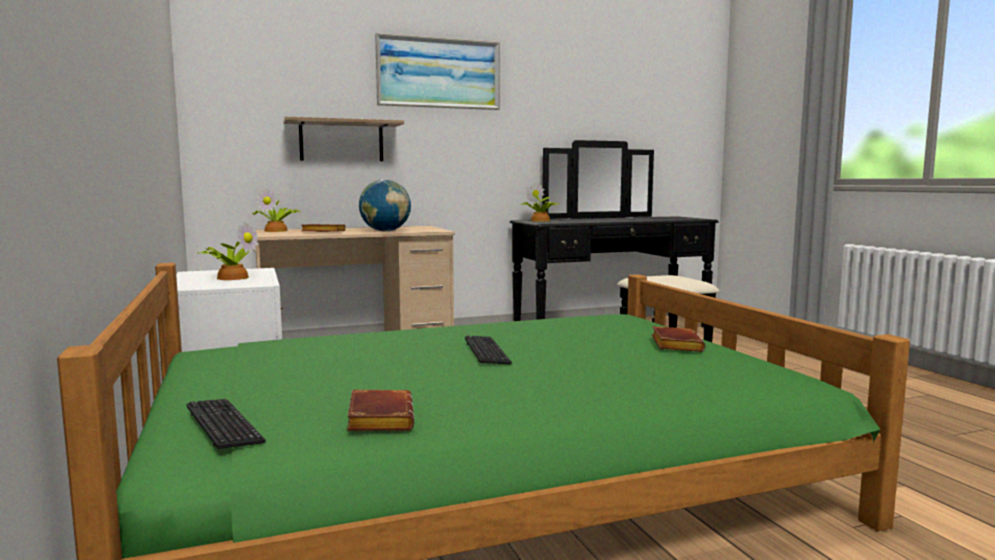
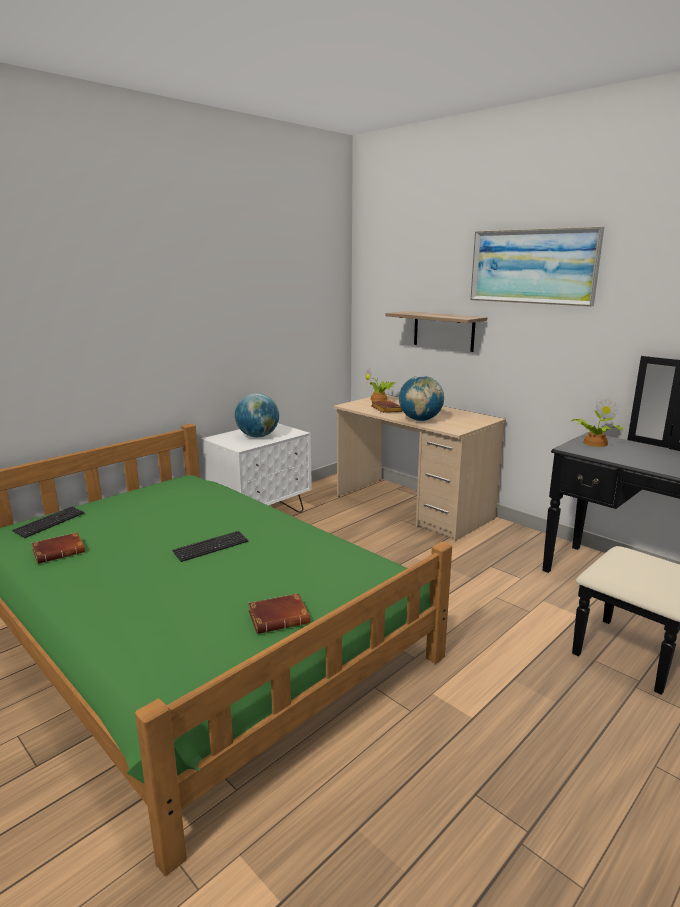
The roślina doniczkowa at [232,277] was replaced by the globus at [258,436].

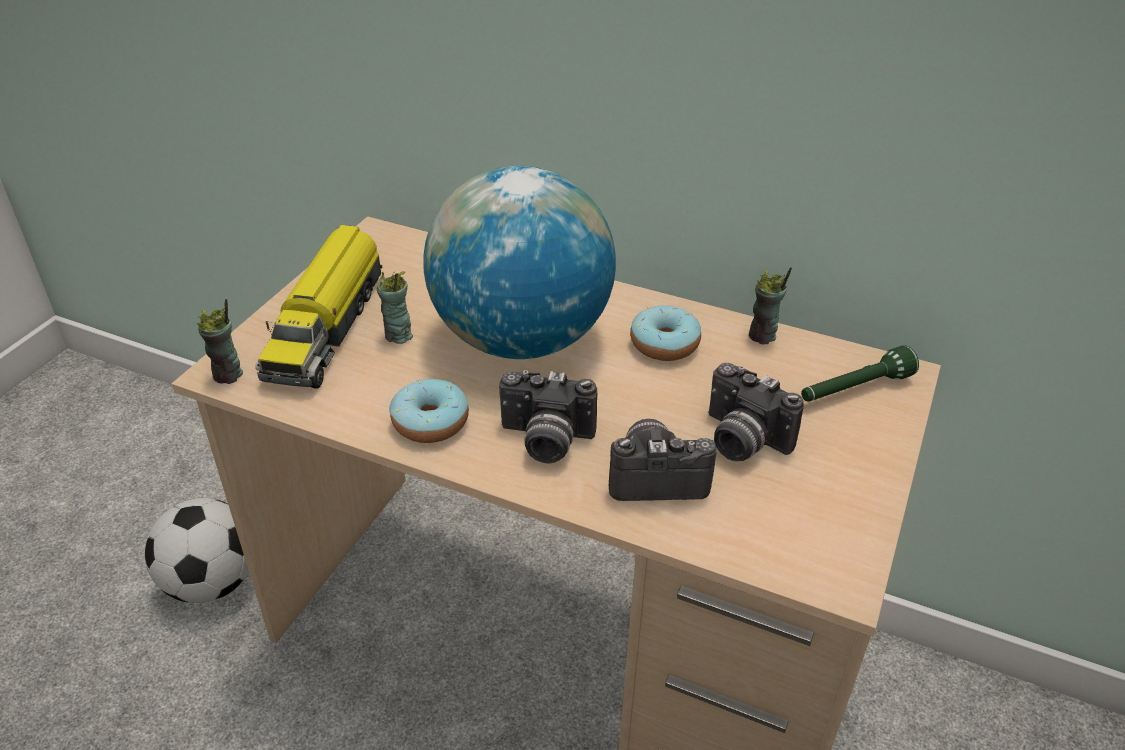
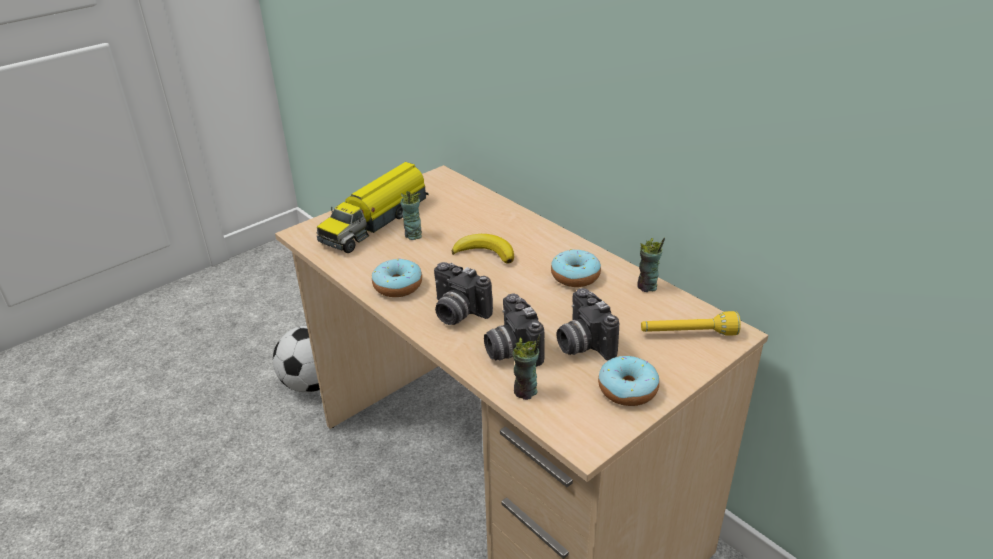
The filiżanka moved from [228,375] to [525,392].
The globus at [521,338] was replaced by the banan at [485,253].
The aparat fotograficzny at [656,476] turned 135 degrees counterclockwise.
The latarka (zielony) at [854,389] became the latarka (żółty) at [687,334].
The donut at [627,389] appeared.

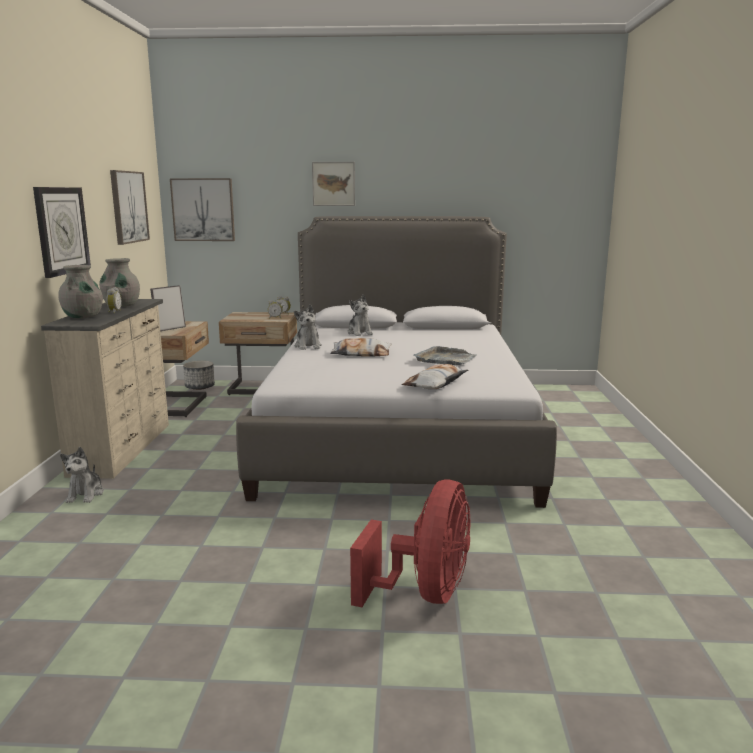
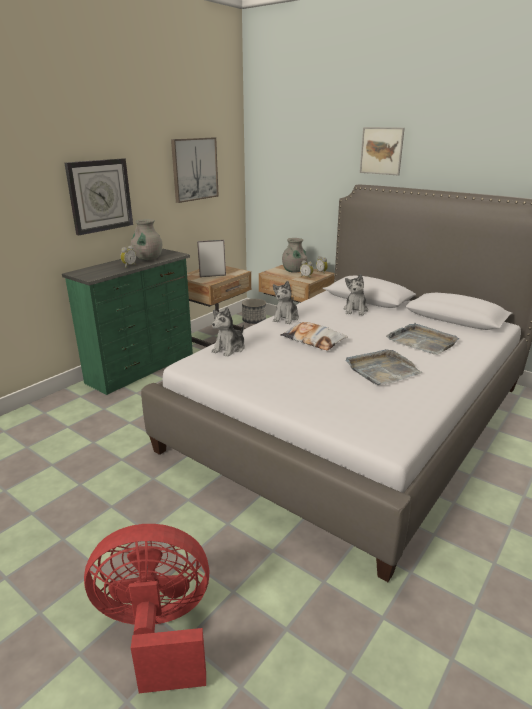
The komoda (beżowy) at [124,448] became the komoda (zielony) at [143,368].
The wazon (szary) moved from [83,317] to [294,271].
The pluszak moved from [86,494] to [229,349].
The obraz at [203,210] disappeared.
The wentylator (czerwony) at [425,593] turned 150 degrees counterclockwise.
The poduszka at [435,383] disappeared.
The taca (szary) at [422,341] appeared.

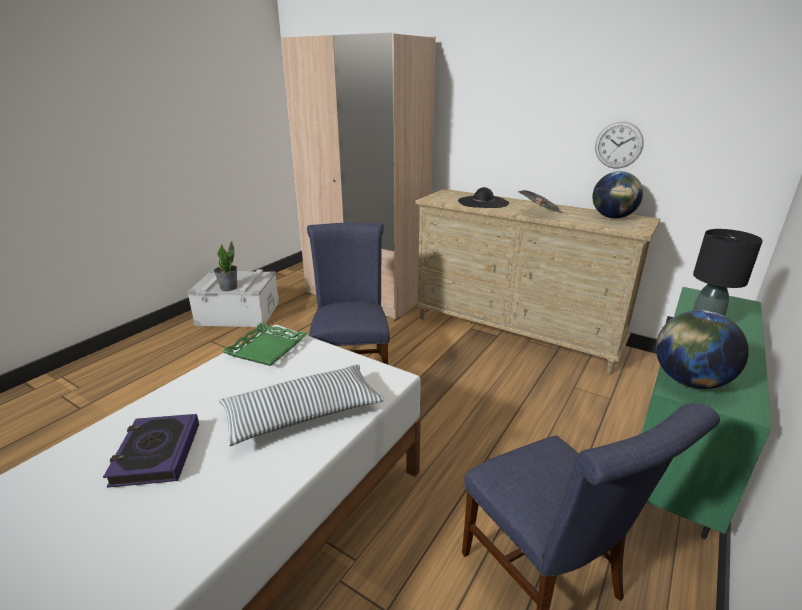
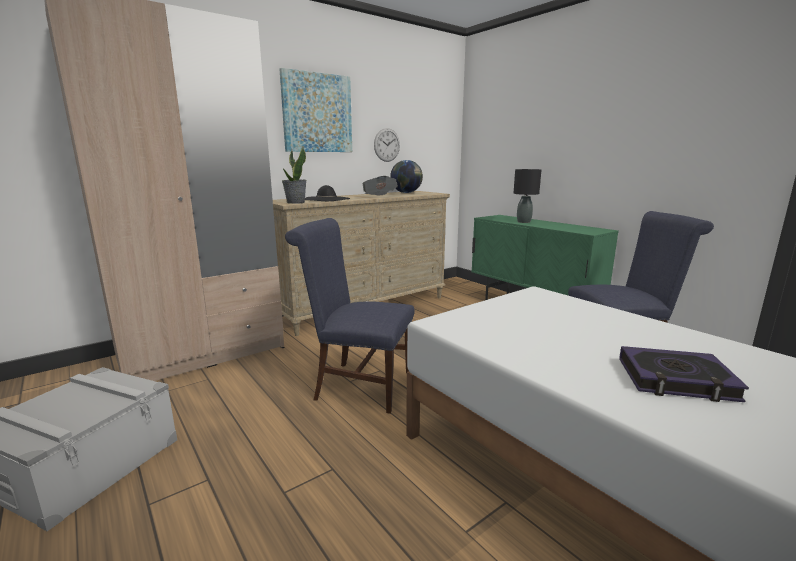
The roślina doniczkowa moved from [228,287] to [295,202].
The poduszka at [302,414] disappeared.
The taca (zielony) at [266,349] disappeared.
The globus at [689,381] disappeared.
The obraz at [317,113] appeared.

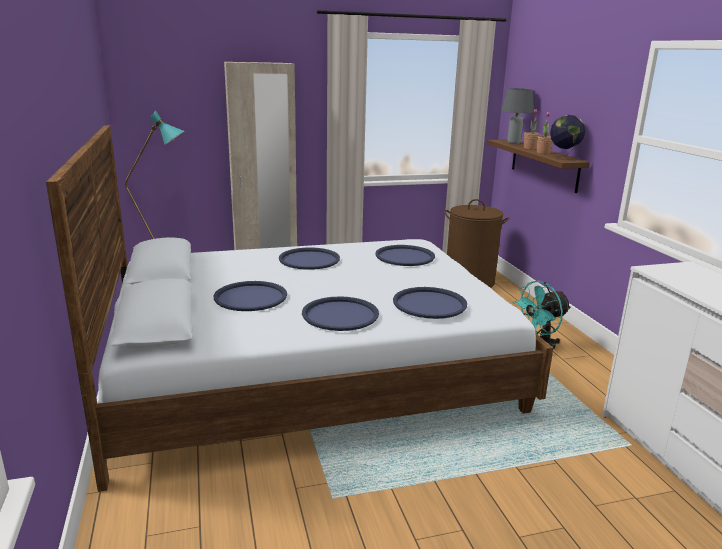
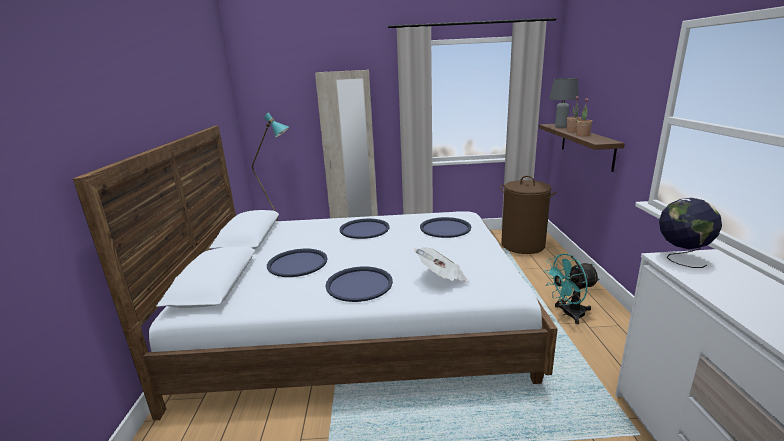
The taca (niebieski) at [429,304] was replaced by the gazeta at [442,277].
The globus moved from [563,158] to [680,259].

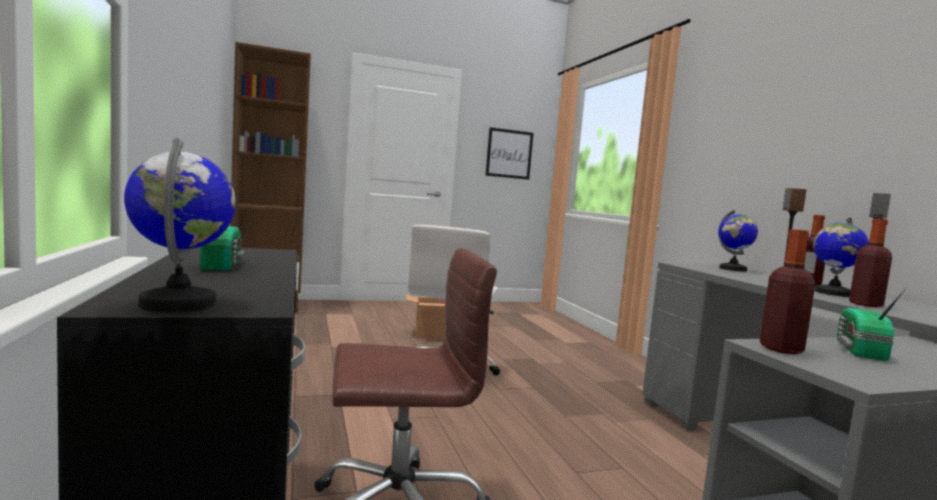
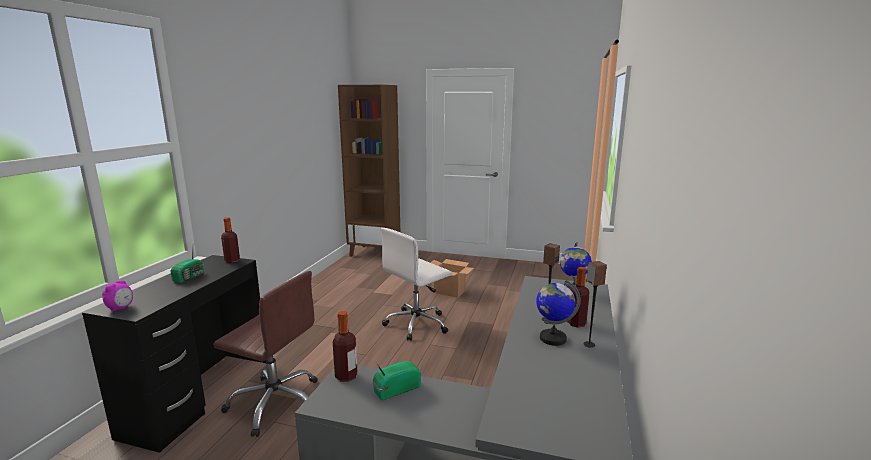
The globus at [179,303] was replaced by the budzik at [120,308].
The obraz at [509,154] disappeared.
The butelka moved from [865,304] to [232,261].

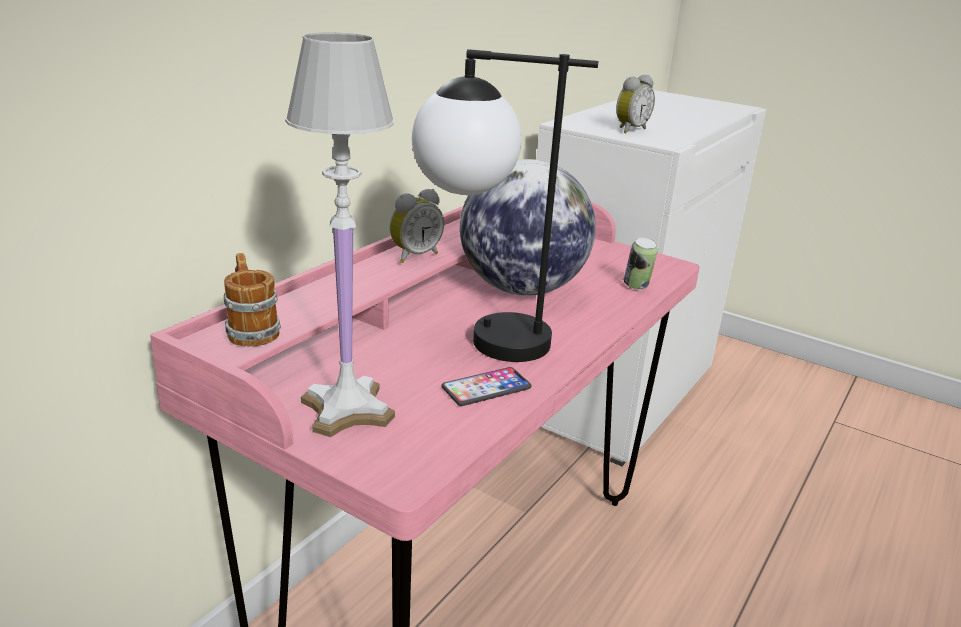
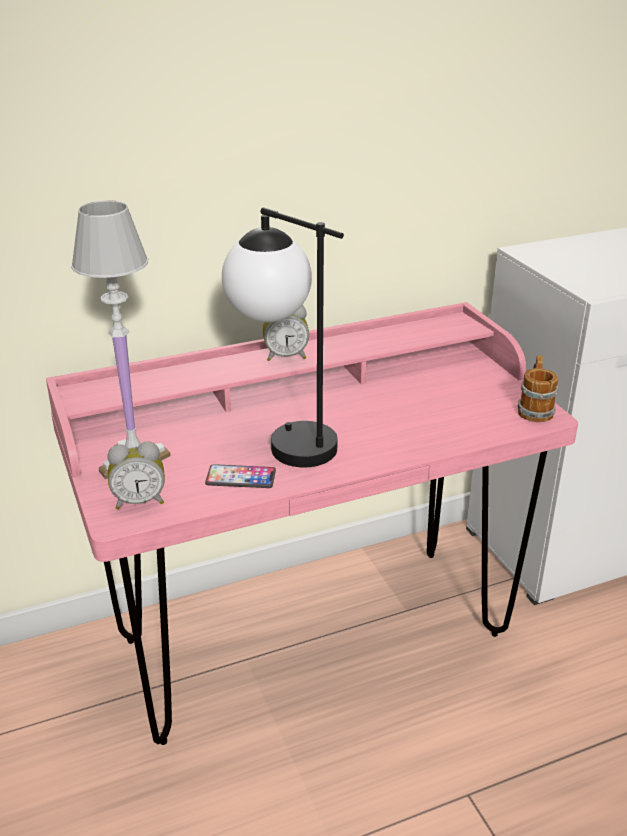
The kubek moved from [251,329] to [534,409].
The globus at [521,289] disappeared.
The budzik moved from [629,130] to [139,501].
The puszka at [636,287] disappeared.

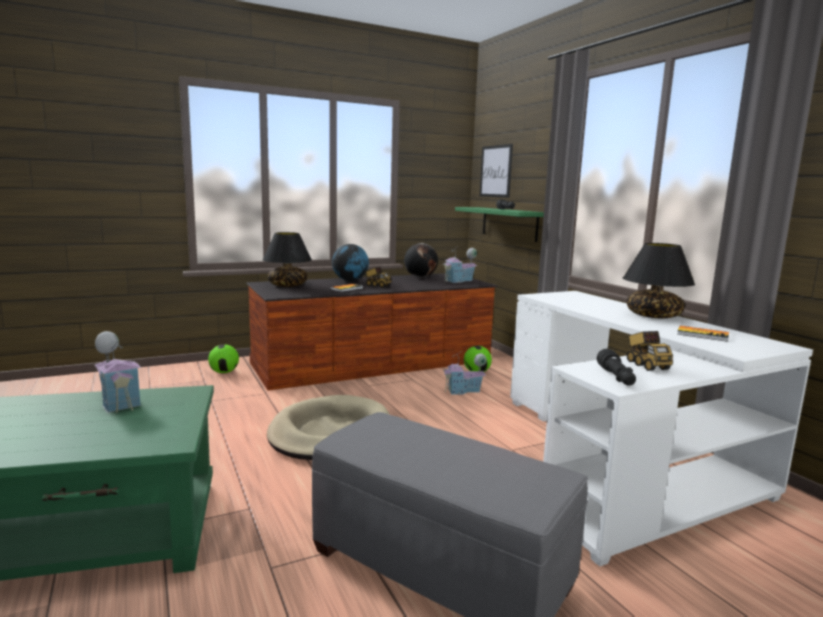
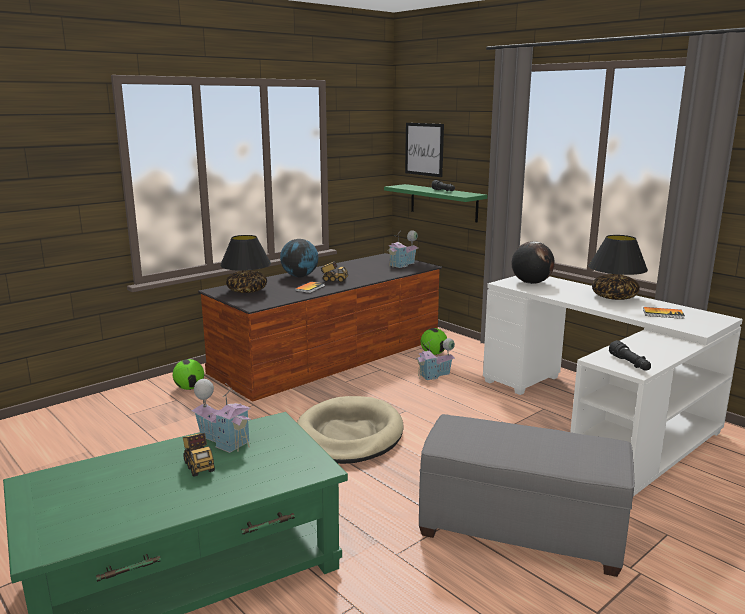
The globus moved from [420,277] to [531,283].
The ciężarówka zabawkowa moved from [646,365] to [198,466].

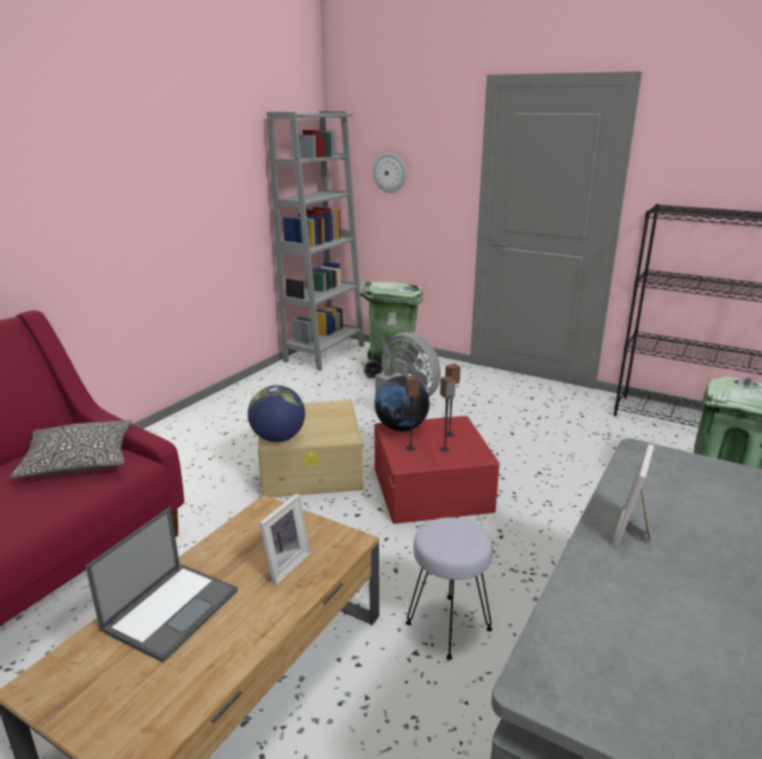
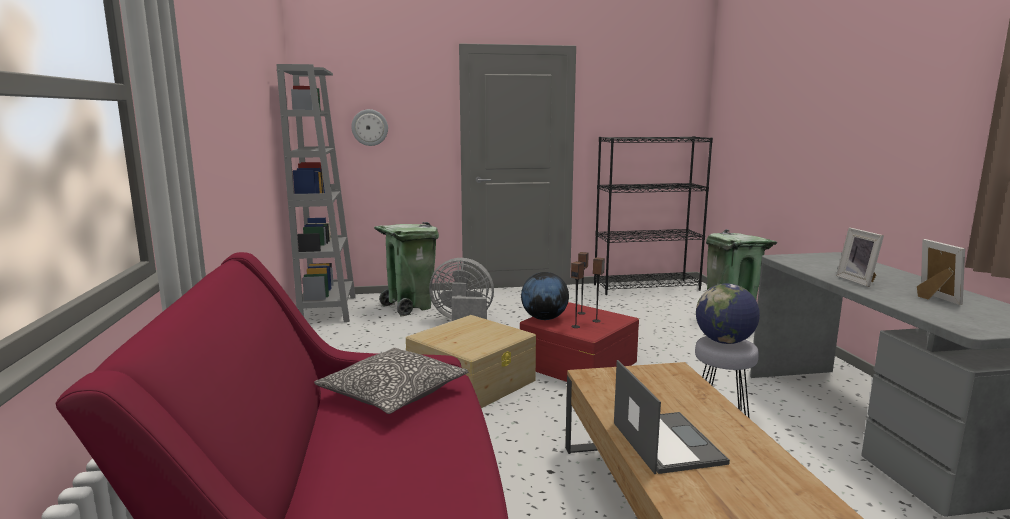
The globus moved from [278,438] to [724,342].
The ramka na zdjęcie moved from [284,564] to [933,298].

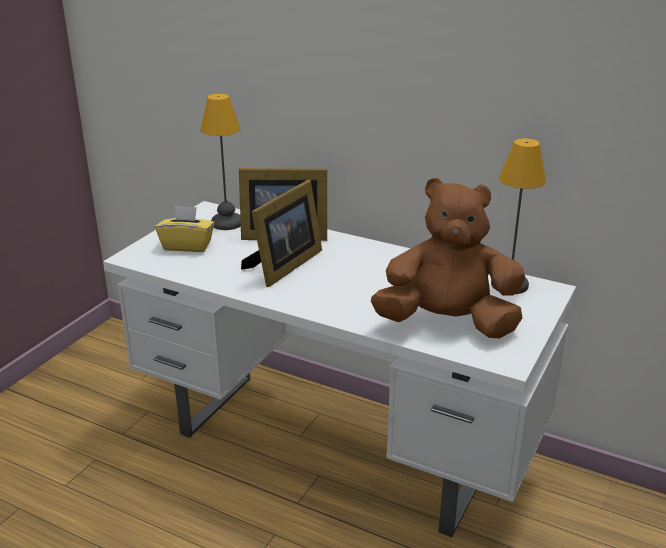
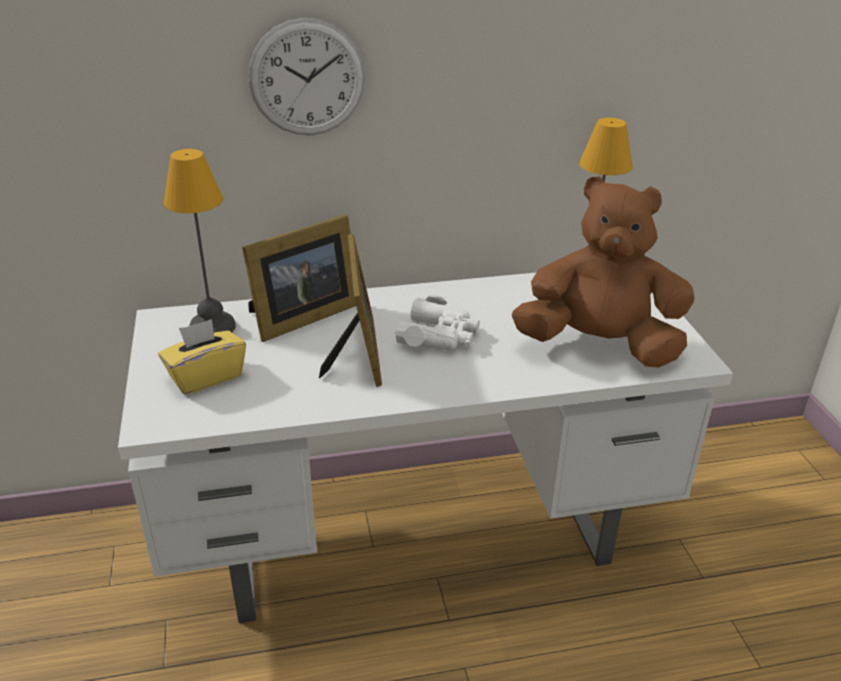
The pluszak (brązowy) at [447,323] turned 45 degrees clockwise.
The zegar ścienny at [307,78] appeared.
The lornetka (biały) at [439,335] appeared.

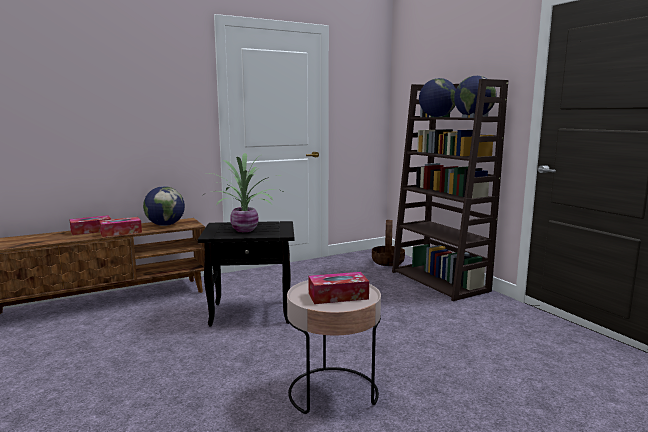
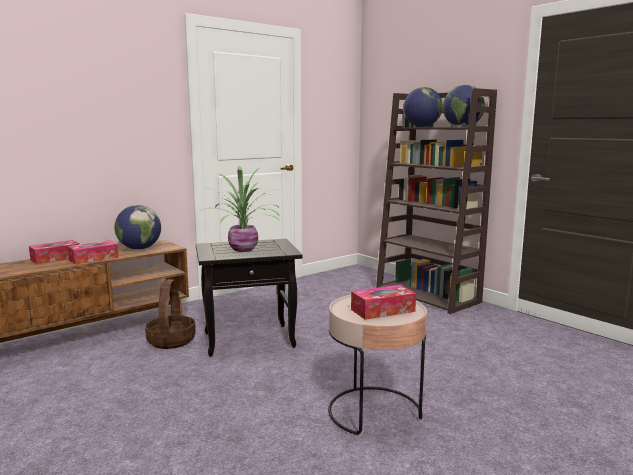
The koszyk moved from [387,262] to [171,340].

